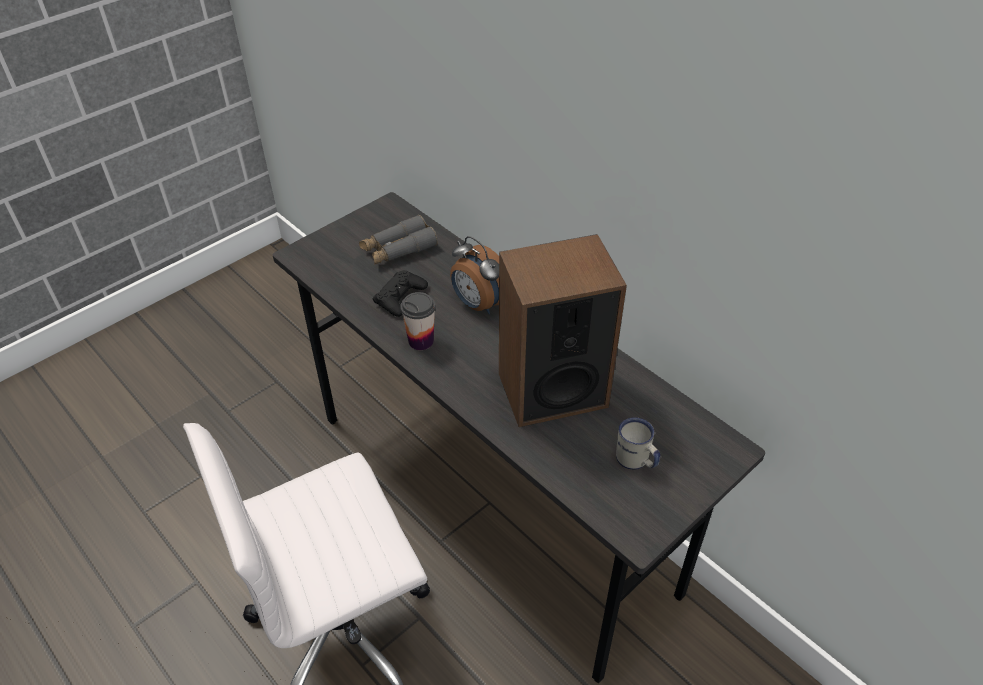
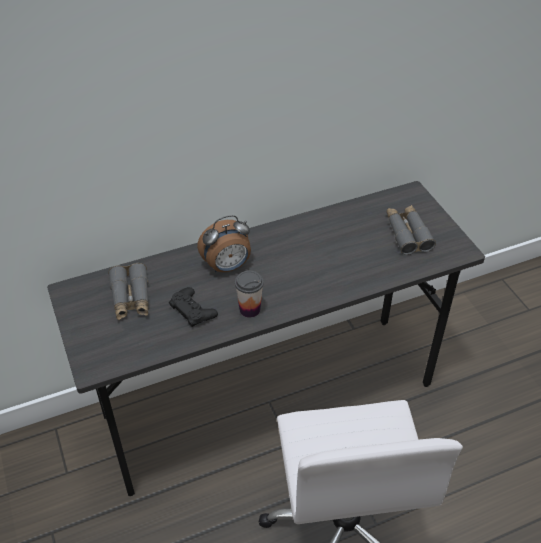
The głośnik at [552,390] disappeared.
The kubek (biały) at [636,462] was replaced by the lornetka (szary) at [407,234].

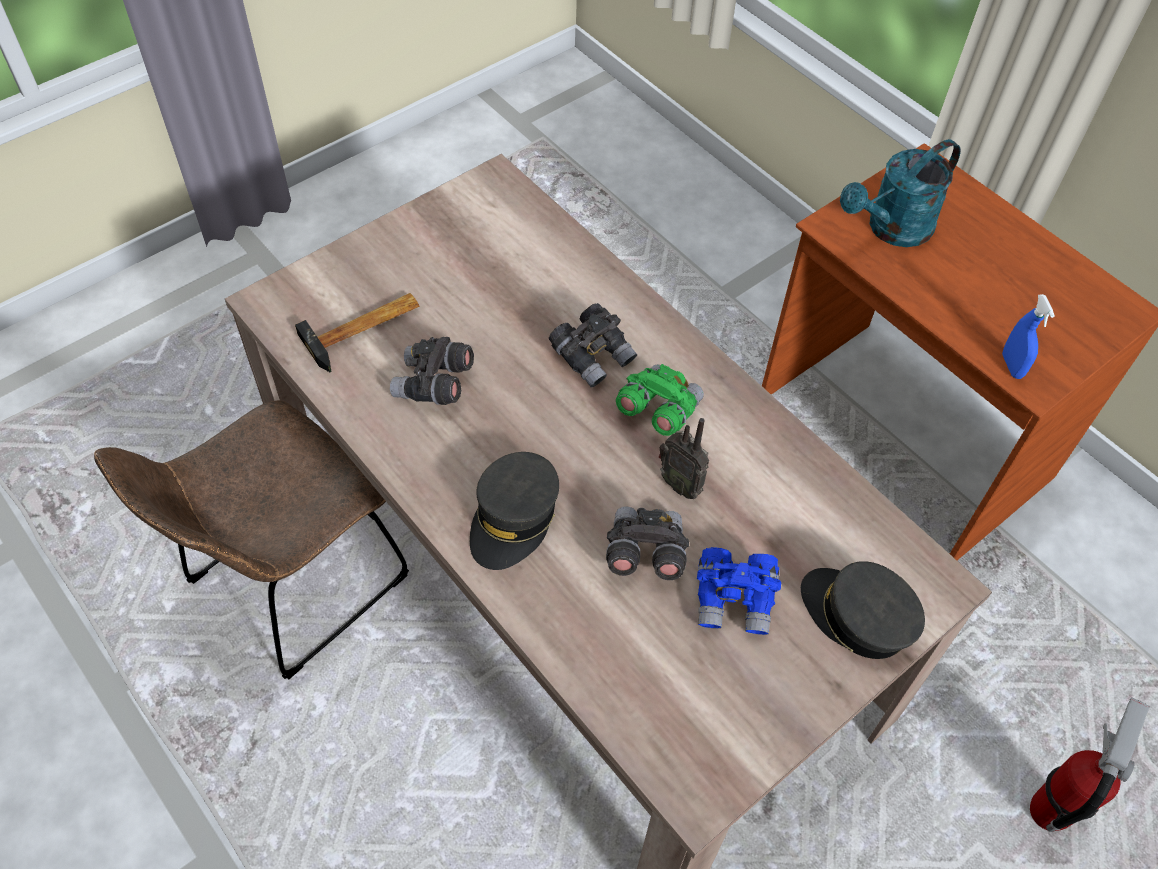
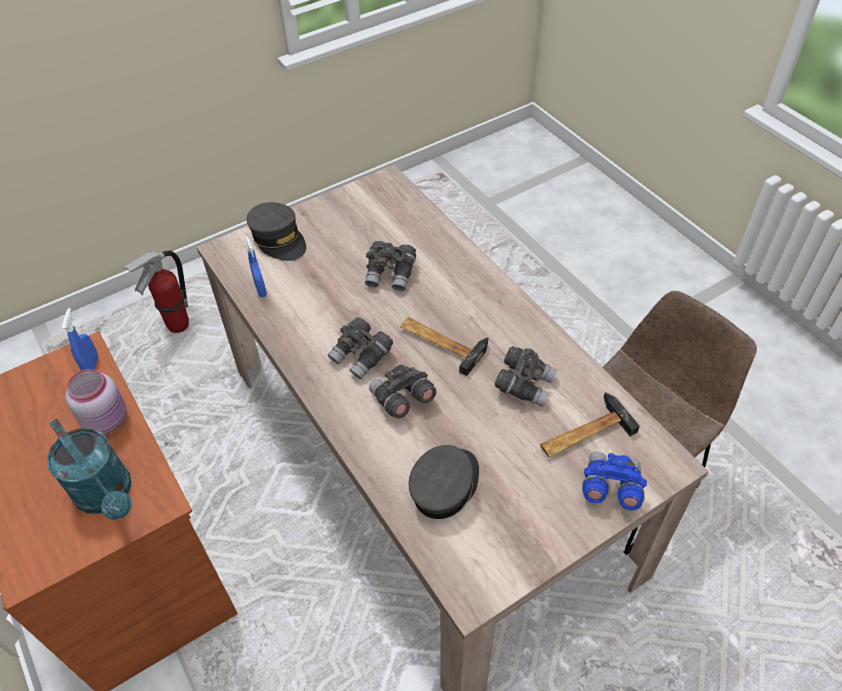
The czapka z daszkiem (szary) moved from [513,519] to [445,486].
The lornetka (zielony) at [658,410] became the lornetka (szary) at [362,357].
The radio at [681,484] disappeared.
The lornetka (niebieski) moved from [735,600] to [610,488].
The konewka (turkusowy) at [891,229] turned 75 degrees clockwise.
The słoik (różowy) at [108,419] appeared.
The spryskiwacz (niebieski) at [260,289] appeared.
The młotek at [441,342] appeared.

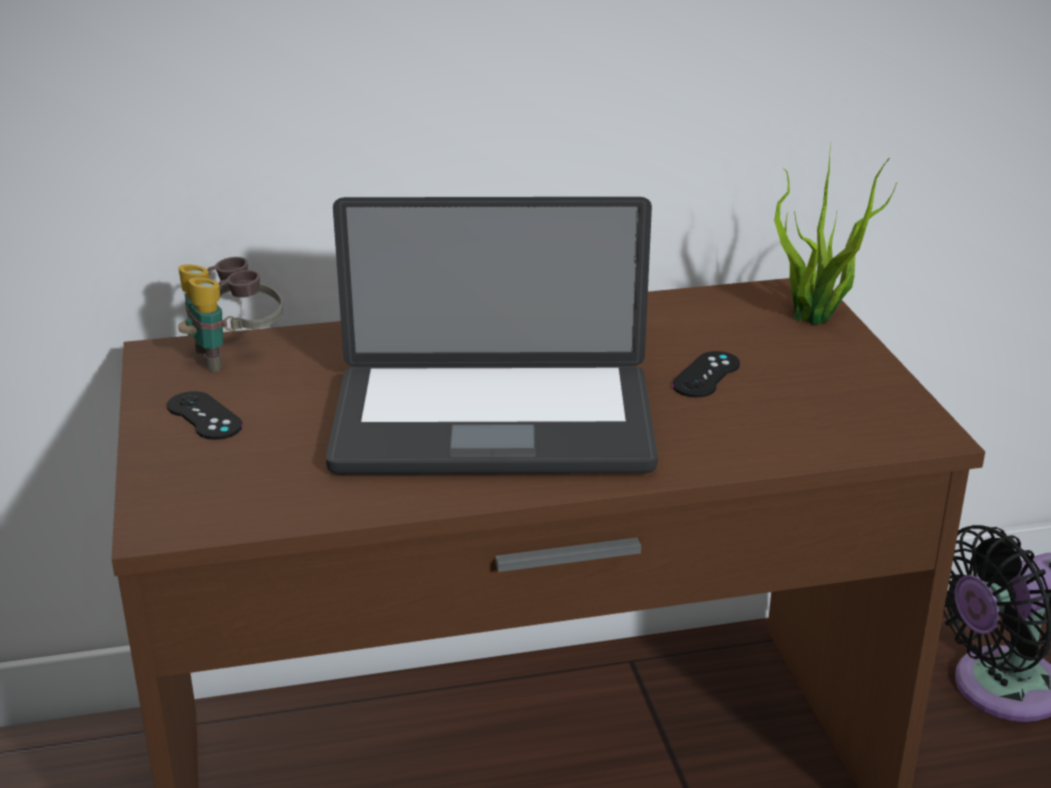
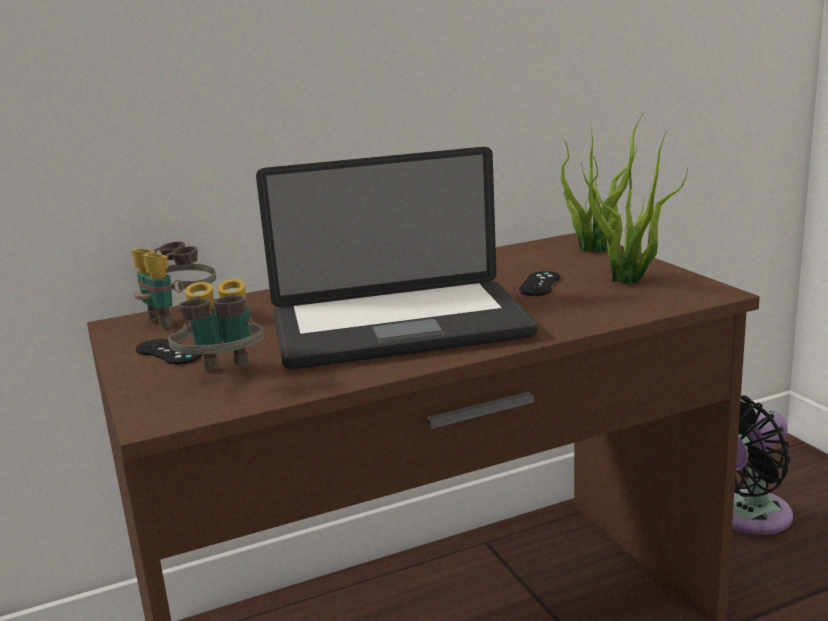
The lornetka at [224,377] appeared.
The roślina doniczkowa at [629,280] appeared.

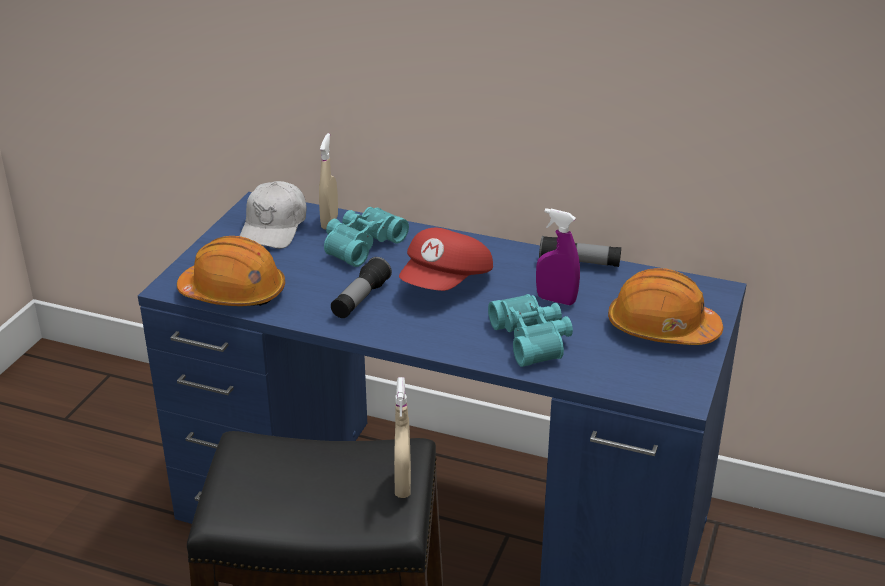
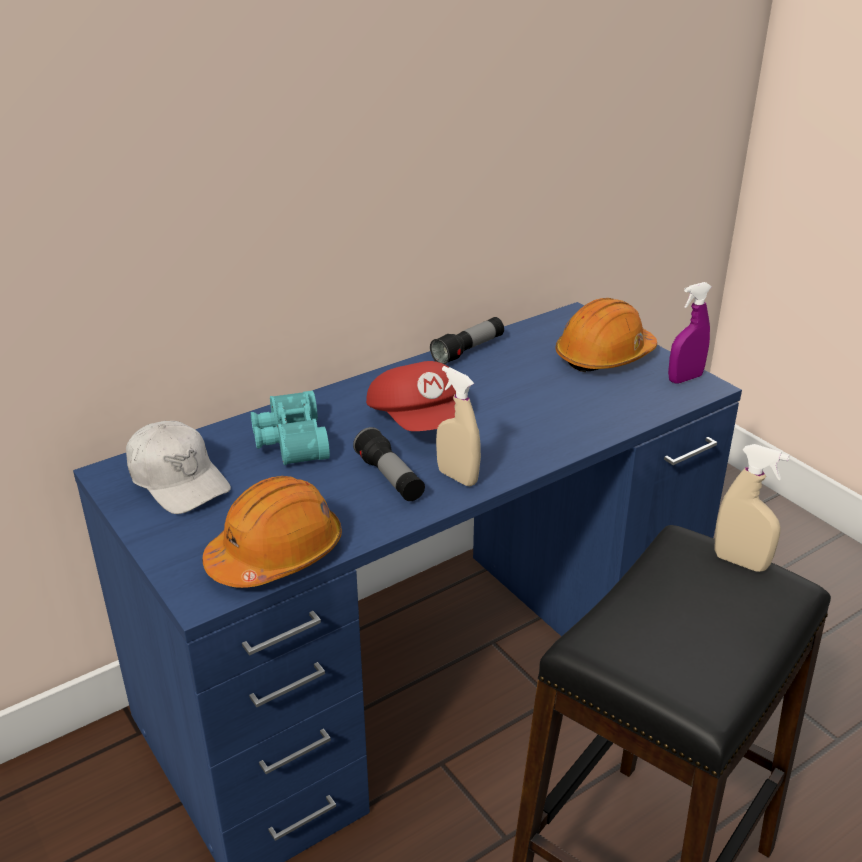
The spryskiwacz (beżowy) moved from [329,222] to [457,477].
The lornetka (turkusowy) at [533,339] disappeared.
The spryskiwacz (fioletowy) moved from [556,300] to [685,378].

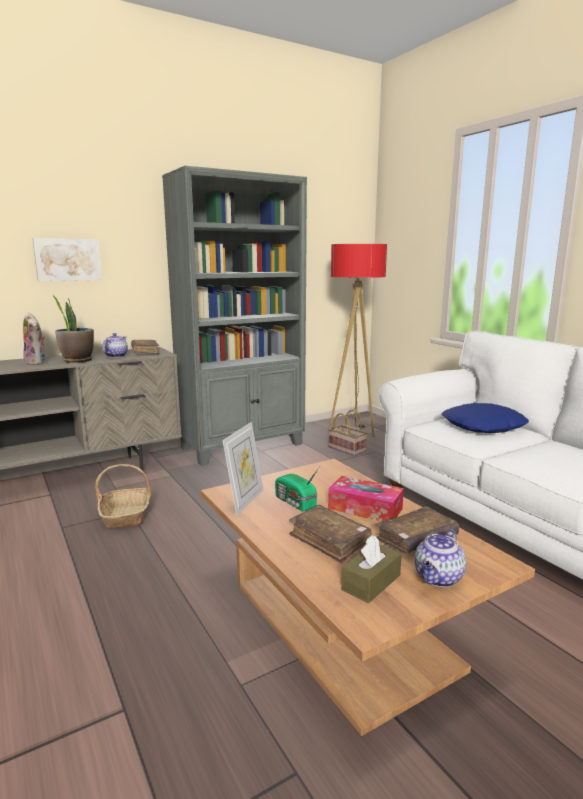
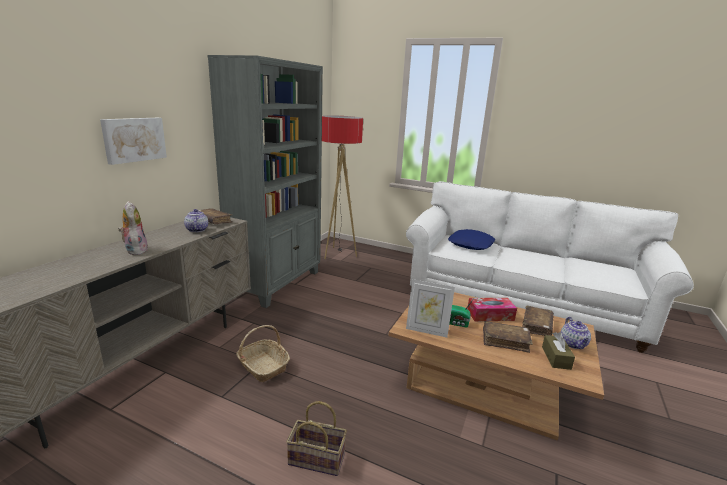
The pluszak at [37,363] turned 135 degrees counterclockwise.
The roślina doniczkowa at [77,360] disappeared.
The ramka na zdjęcie at [245,501] turned 120 degrees clockwise.
The koszyk moved from [348,449] to [318,458].

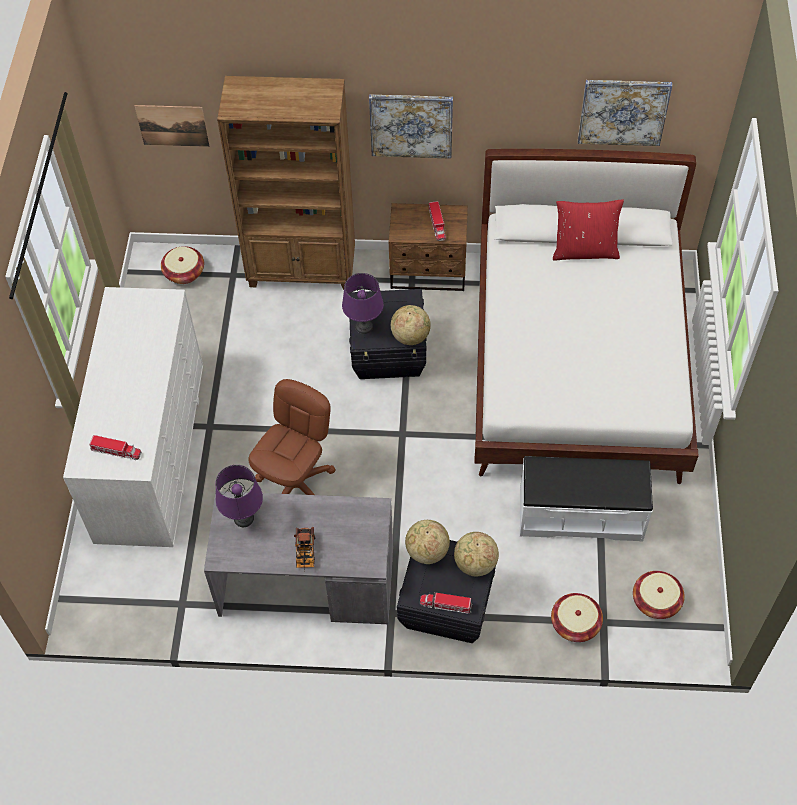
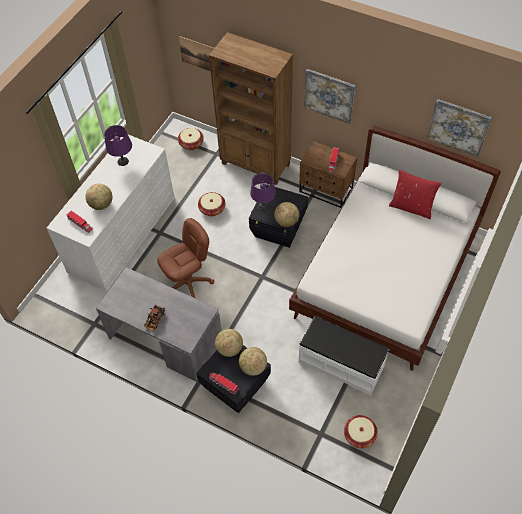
The lampa stołowa (fioletowy) moved from [243,518] to [122,161].
The koszyk moved from [575,623] to [212,209].
The globus at [101,204] appeared.

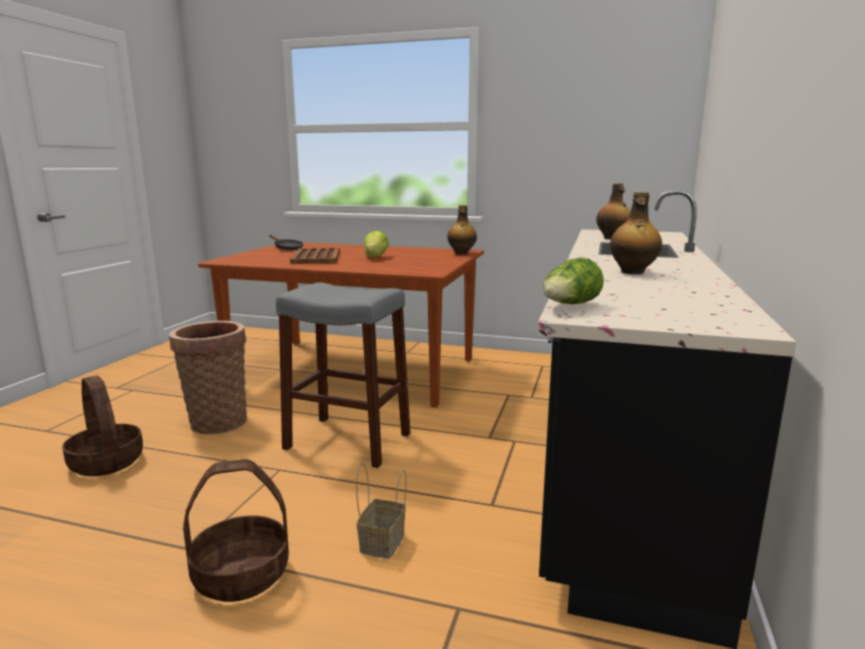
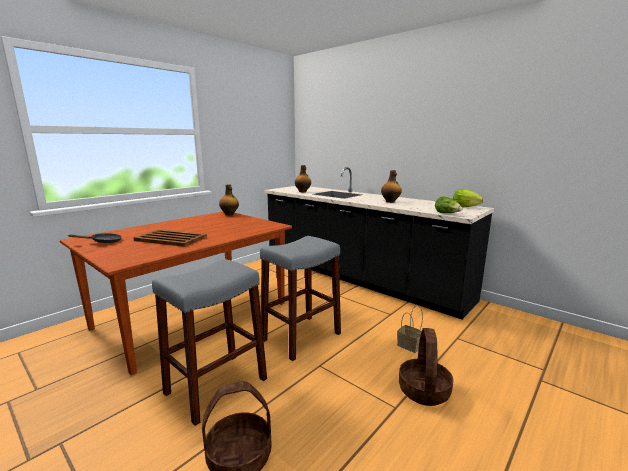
The koszyk at [217,421] was replaced by the stołek (szary) at [216,386].
The sałata moved from [375,257] to [465,206].

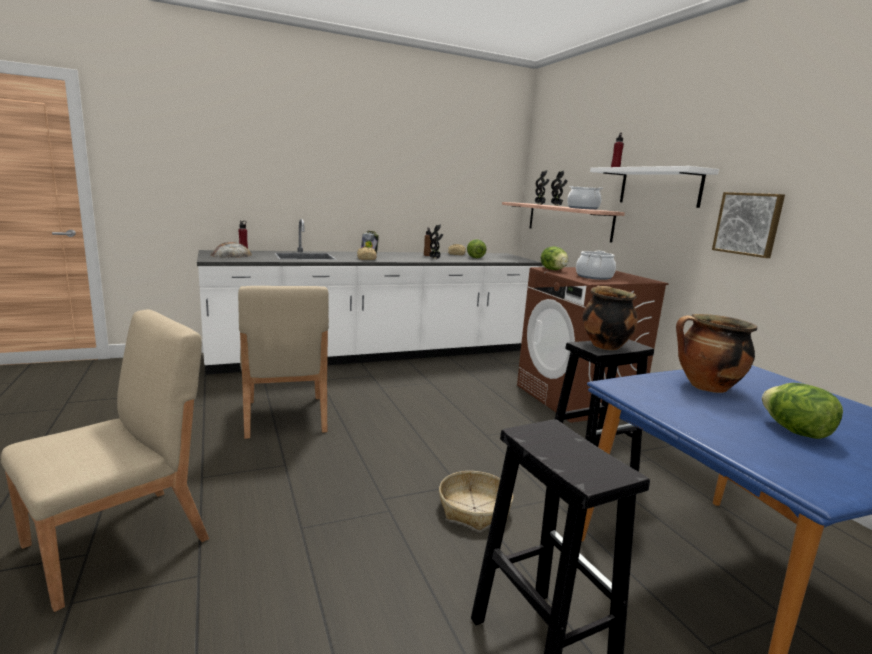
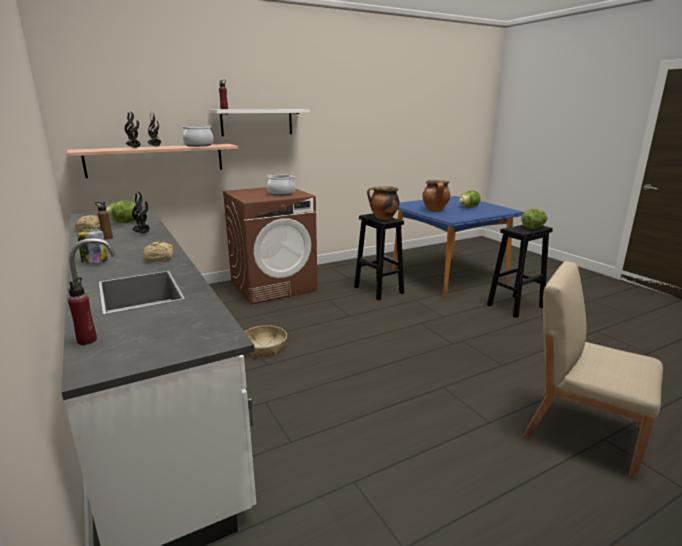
The chleb at [231,255] disappeared.
The krzesło (beżowy) at [285,417] disappeared.
The koszyk moved from [474,508] to [264,347].
The sałata moved from [553,270] to [533,228].
The obraz at [748,224] disappeared.

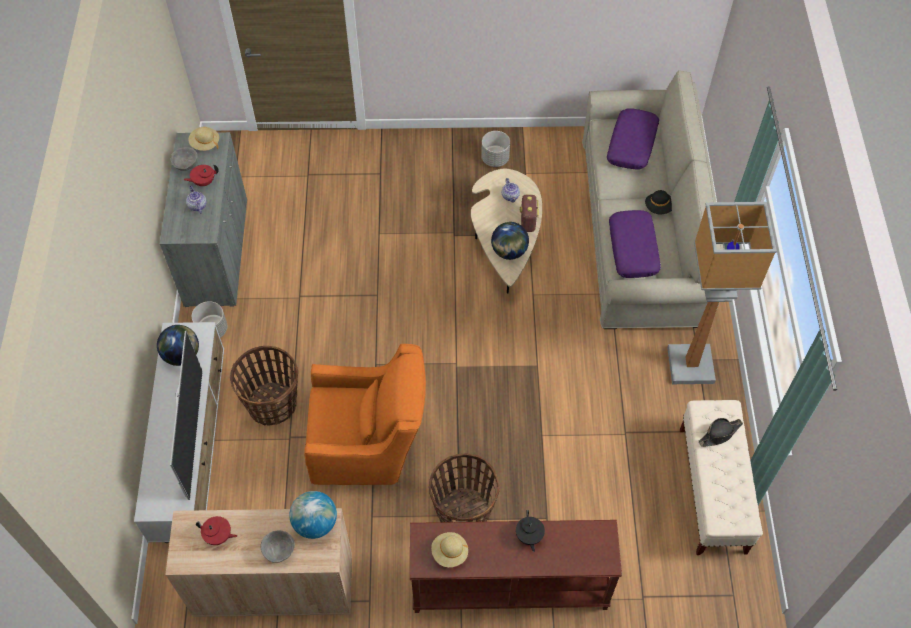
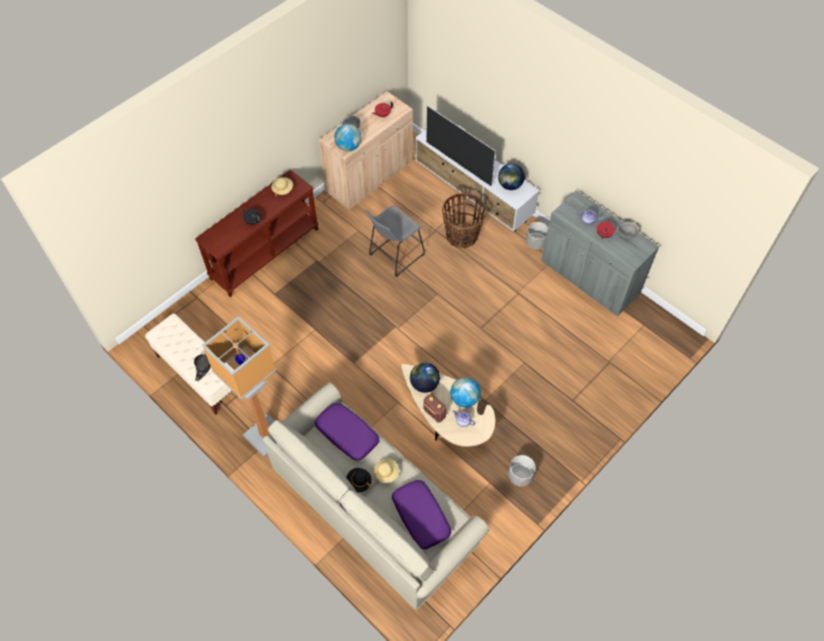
The kapelusz (beżowy) moved from [205,143] to [386,473].
The fotel (pomarańczowy) at [369,446] was replaced by the stołek (szary) at [394,256].
The koszyk at [463,512] disappeared.
The globus at [464,399] appeared.

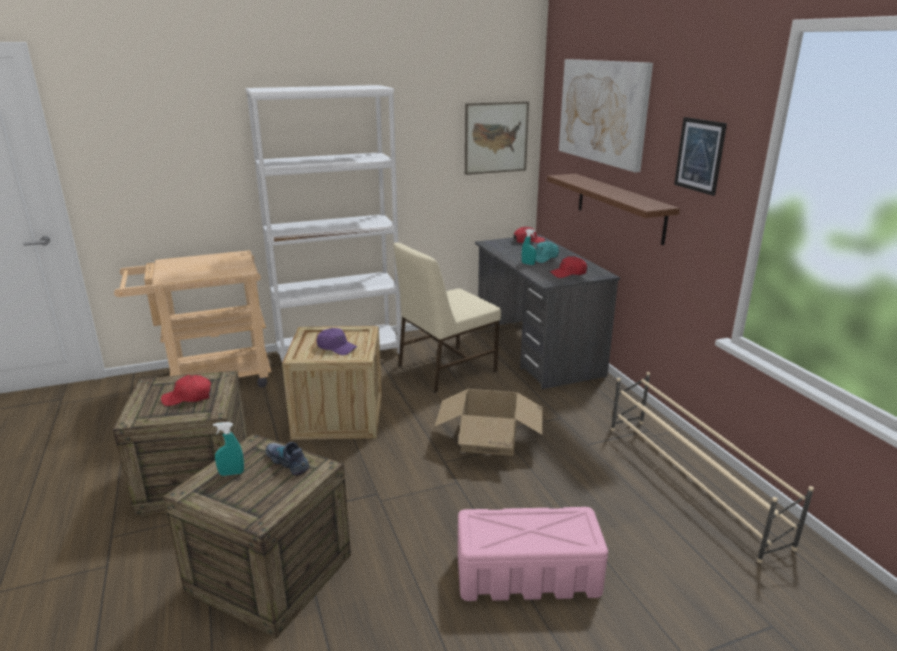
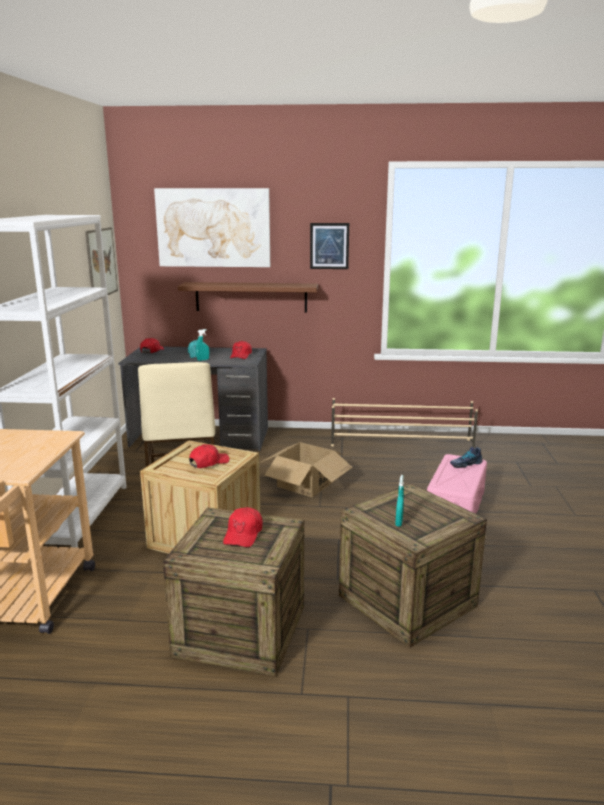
The but moved from [288,462] to [465,464].
The czapka z daszkiem (fioletowy) at [336,347] became the czapka z daszkiem (czerwony) at [209,462].

